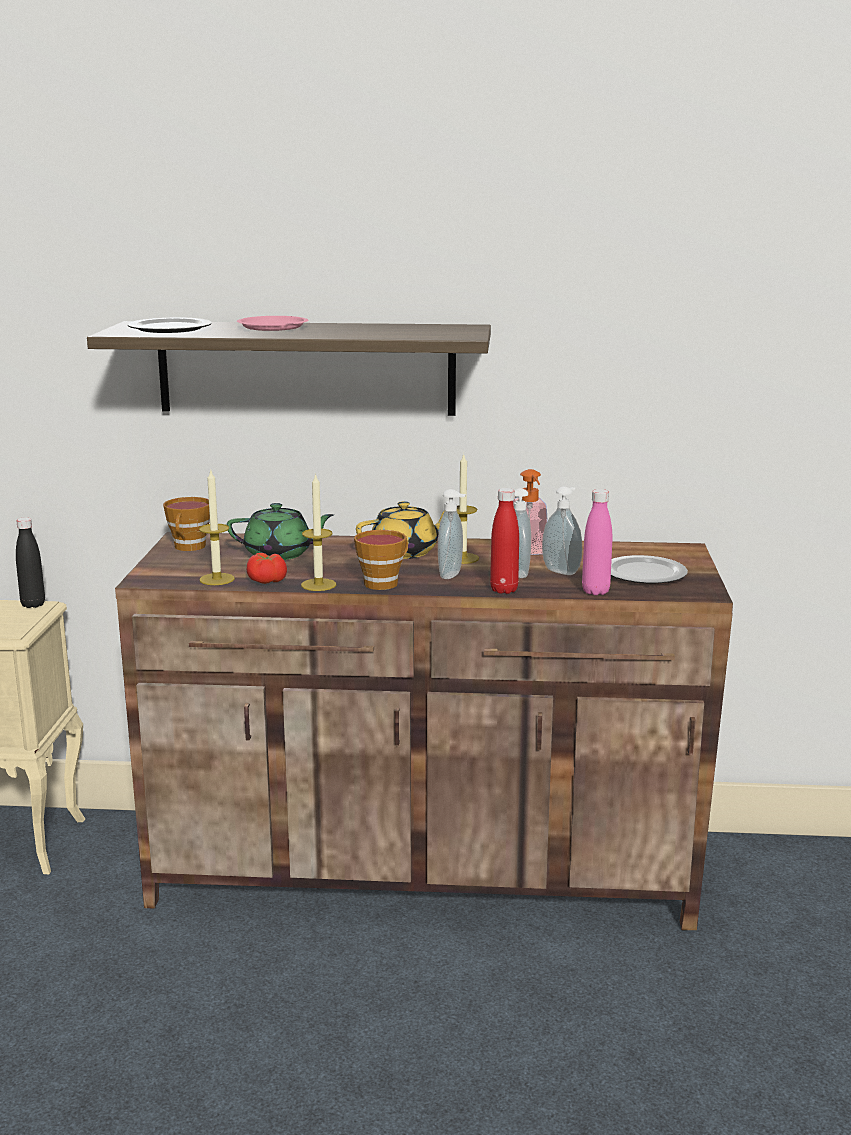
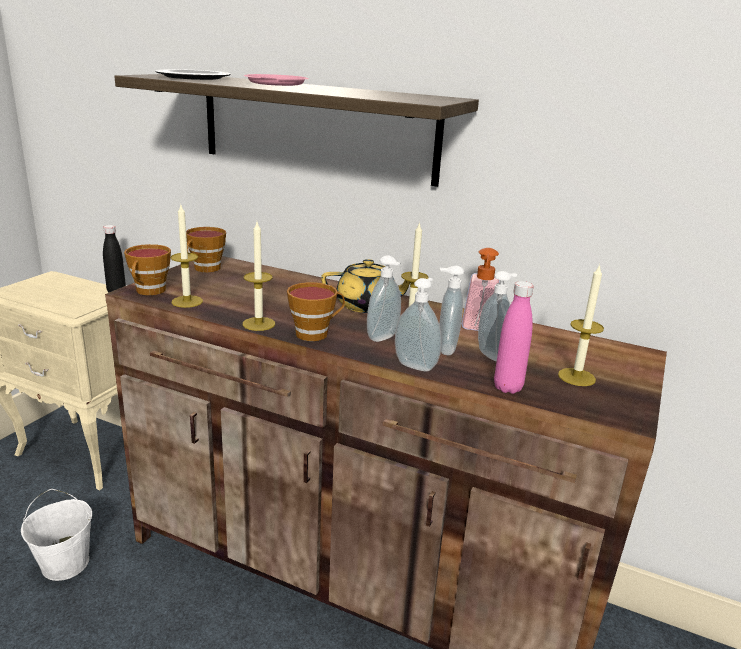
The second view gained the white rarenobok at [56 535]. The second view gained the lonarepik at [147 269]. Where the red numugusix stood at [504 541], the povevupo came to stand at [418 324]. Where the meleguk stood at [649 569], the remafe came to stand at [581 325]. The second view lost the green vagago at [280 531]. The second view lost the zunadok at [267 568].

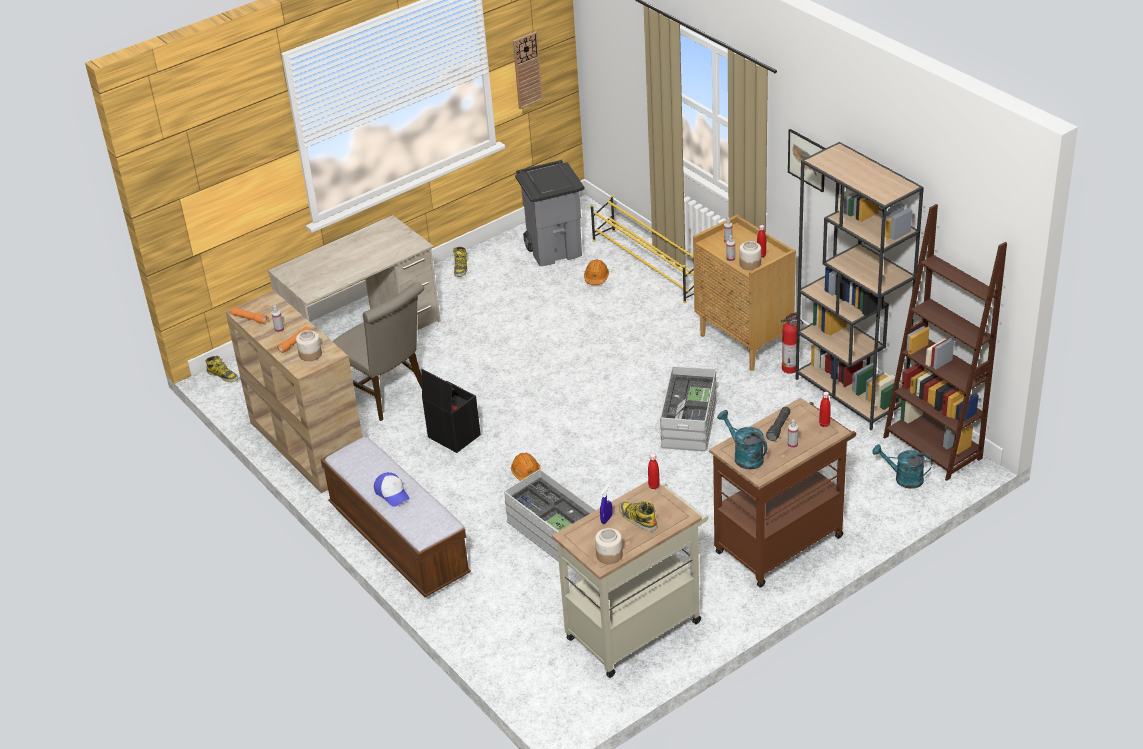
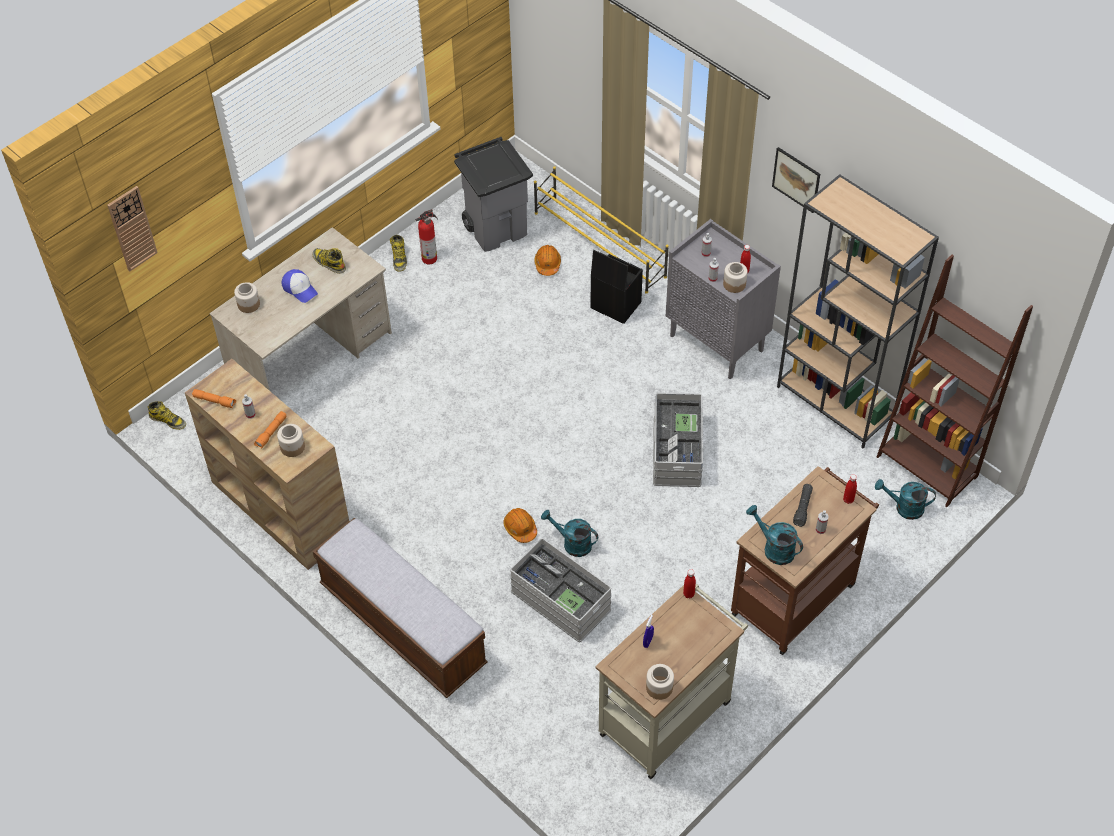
The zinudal ended up elsewhere, having gone from [528 70] to [132 228]. The second view gained the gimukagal at [247 297]. The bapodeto ended up elsewhere, having gone from [392 489] to [300 286]. The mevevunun ended up elsewhere, having gone from [638 516] to [329 261]. The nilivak ended up elsewhere, having gone from [792 343] to [426 236]. The second view gained the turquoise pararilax at [569 533]. The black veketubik ended up elsewhere, having gone from [451 411] to [617 287]. What was the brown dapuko at [744 293] turned into the grey dapuko at [723 299]. The second view lost the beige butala at [378 351].

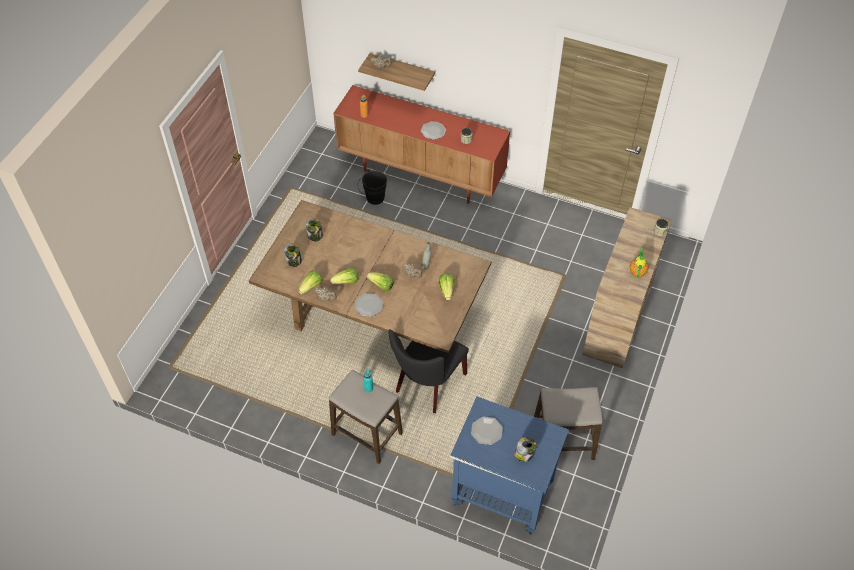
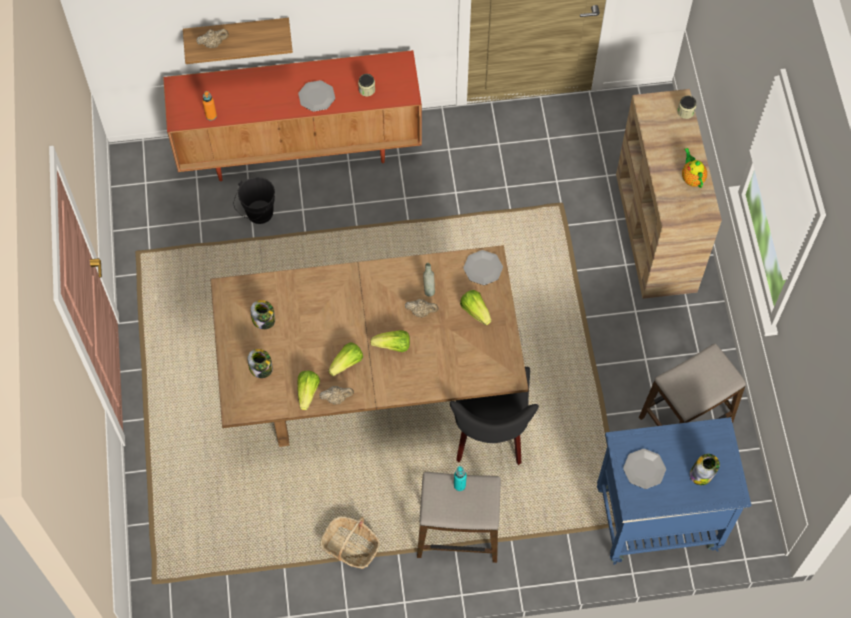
The second view gained the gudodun at [350 542]. The meleguk ended up elsewhere, having gone from [369 305] to [483 267].

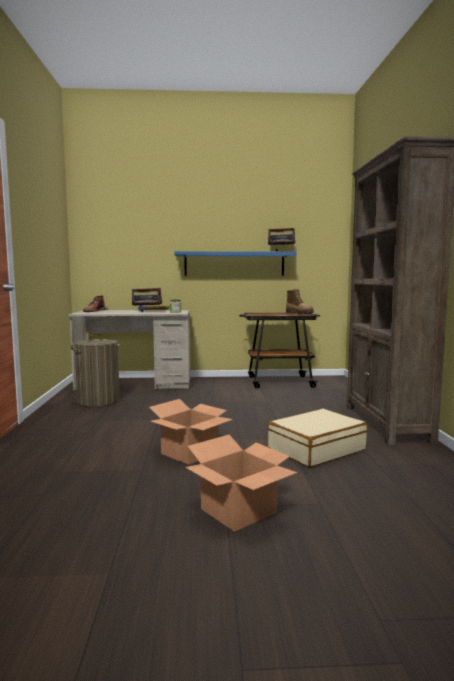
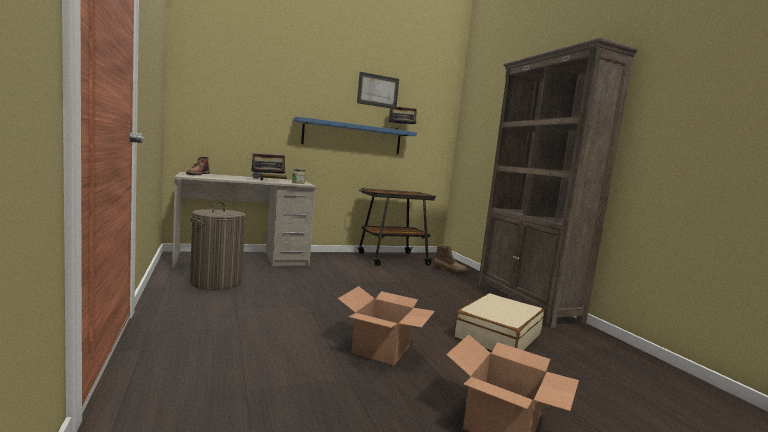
The second view gained the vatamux at [378 90]. The mevevunun ended up elsewhere, having gone from [300 301] to [451 260].

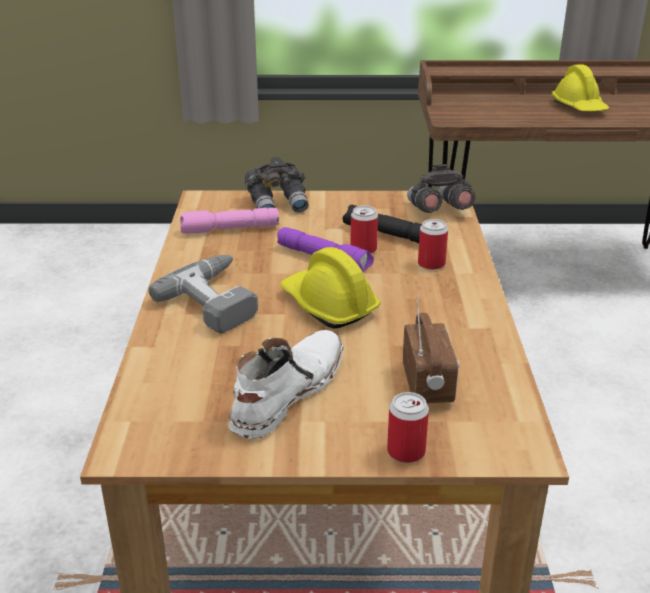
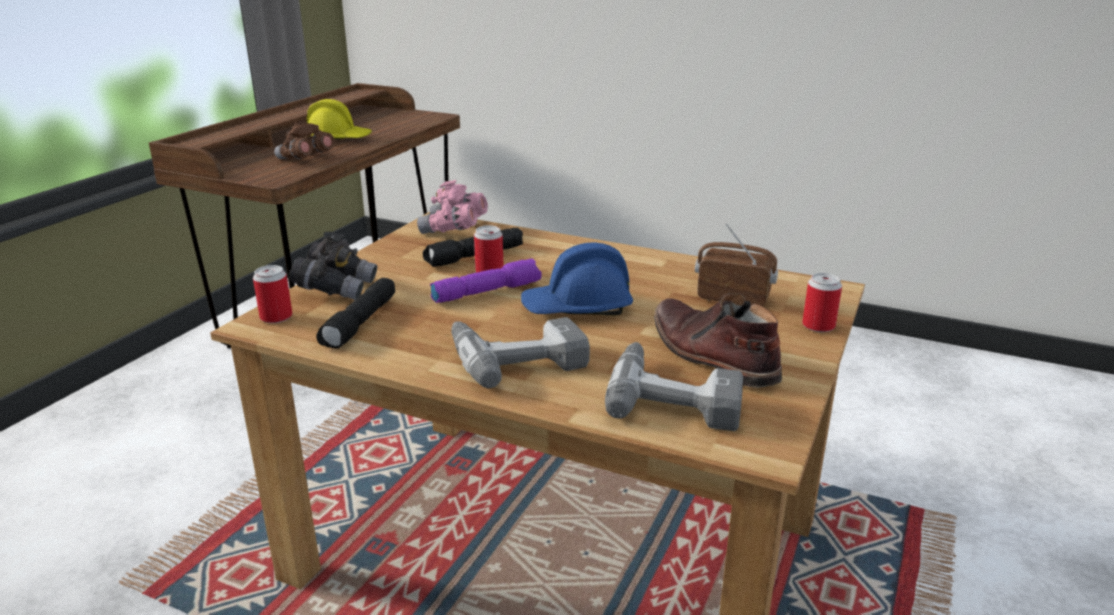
The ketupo ended up elsewhere, having gone from [433 244] to [272 294]. The second view gained the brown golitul at [304 139]. What was the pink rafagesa at [229 220] turned into the black rafagesa at [355 313]. What was the grey golitul at [441 188] turned into the pink golitul at [452 207]. What was the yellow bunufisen at [330 288] turned into the blue bunufisen at [577 279]. The second view gained the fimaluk at [674 386]. What was the white mevevunun at [285 384] turned into the brown mevevunun at [718 340].

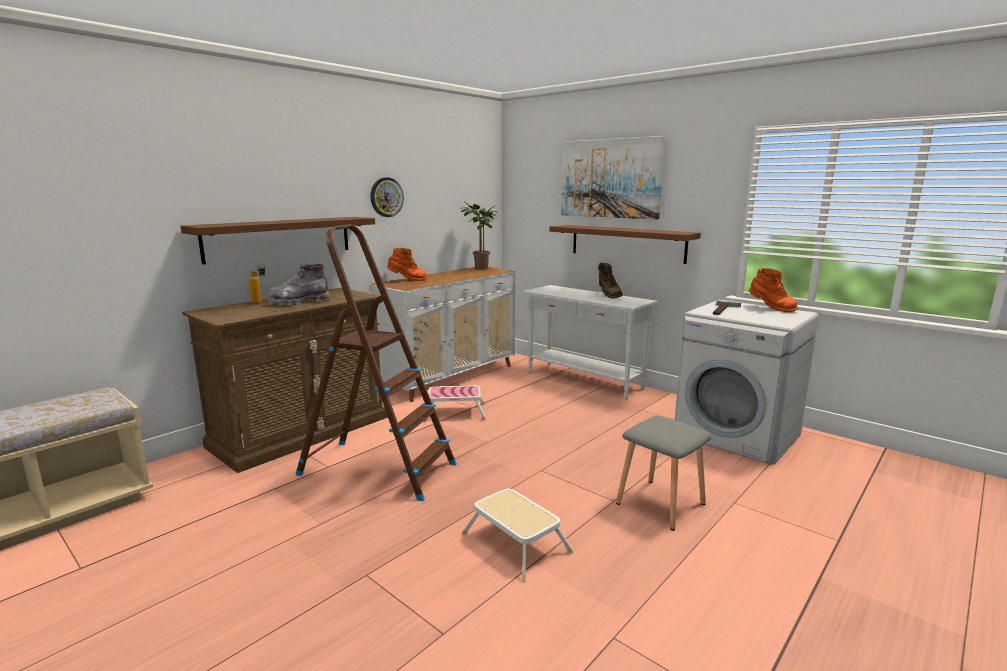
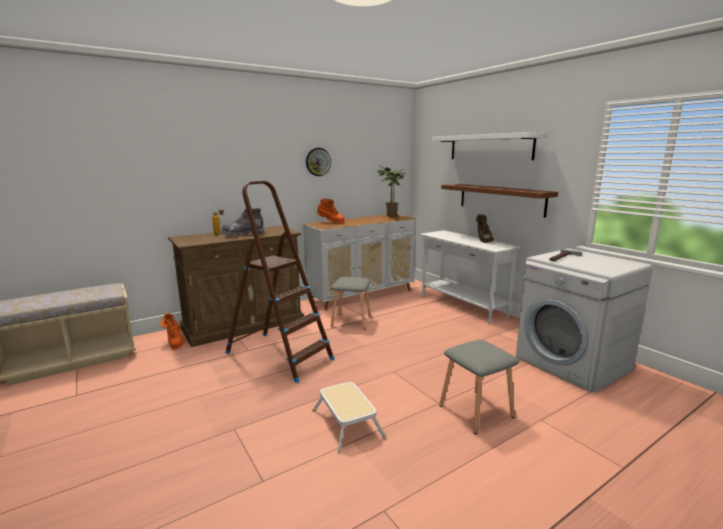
The orange mevevunun ended up elsewhere, having gone from [773 290] to [172 331]. Where the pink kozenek stood at [455 404], the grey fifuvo came to stand at [351 303]. Where the vatamux hung at [613 177], the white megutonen came to hang at [489 146]. The second view lost the brown megutonen at [278 240].

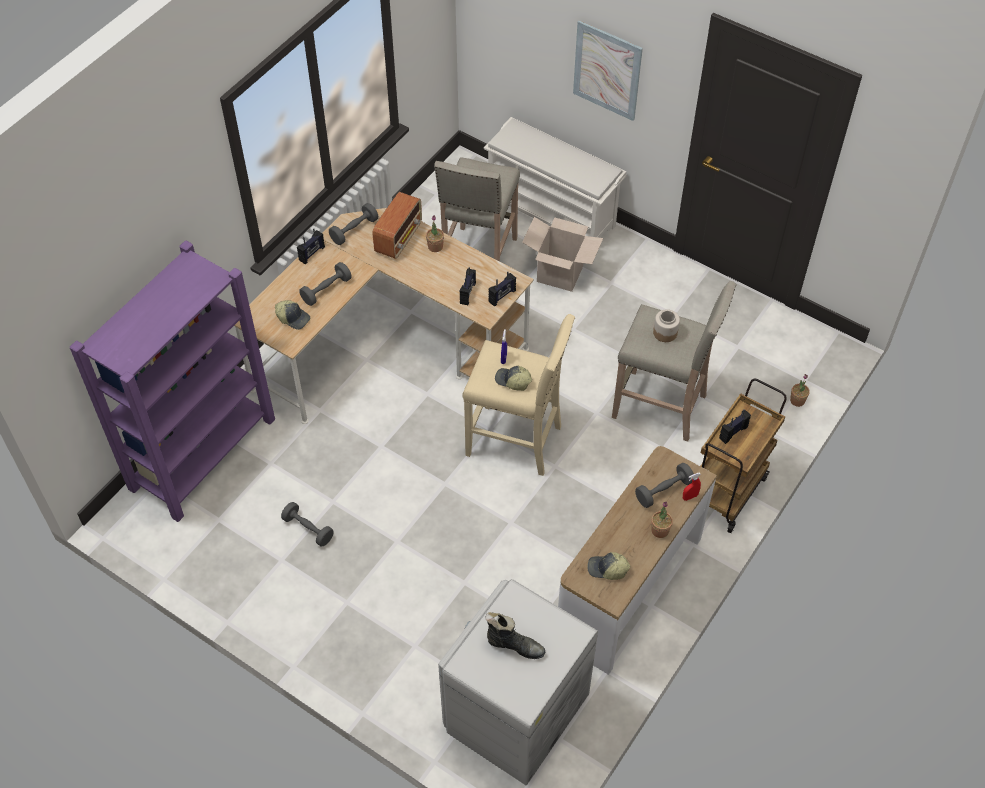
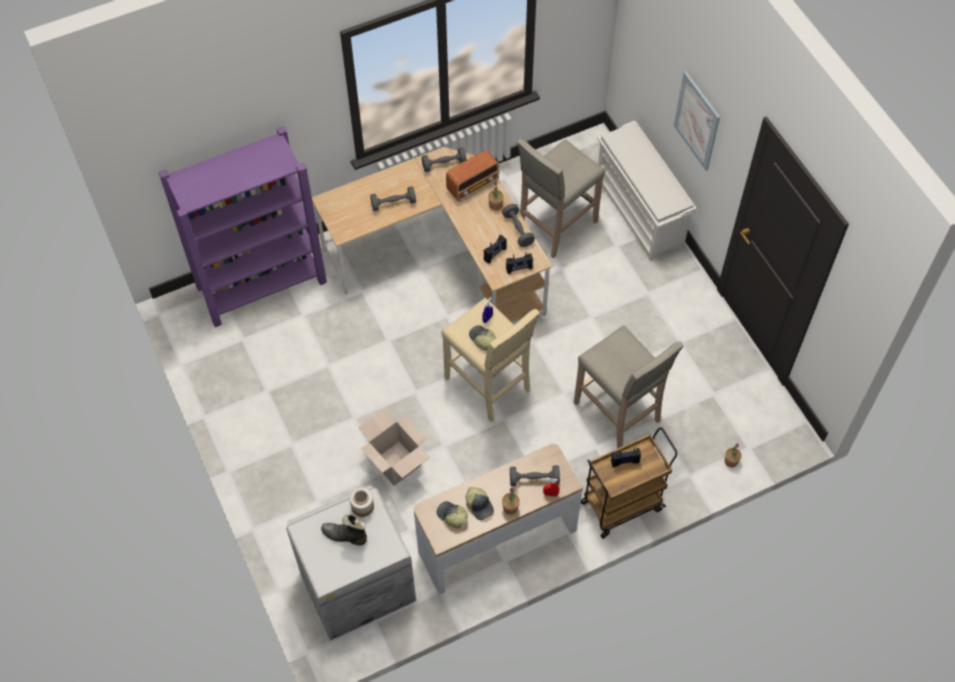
The black mevevunun at [515 635] ended up facing another way, 150 degrees clockwise from before. The gimukagal ended up elsewhere, having gone from [666 325] to [362 502]. The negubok ended up elsewhere, having gone from [562 254] to [394 447]. The bapodeto ended up elsewhere, having gone from [292 315] to [480 503]. The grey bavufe ended up elsewhere, having gone from [307 524] to [518 225]. The second view lost the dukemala at [311 246].

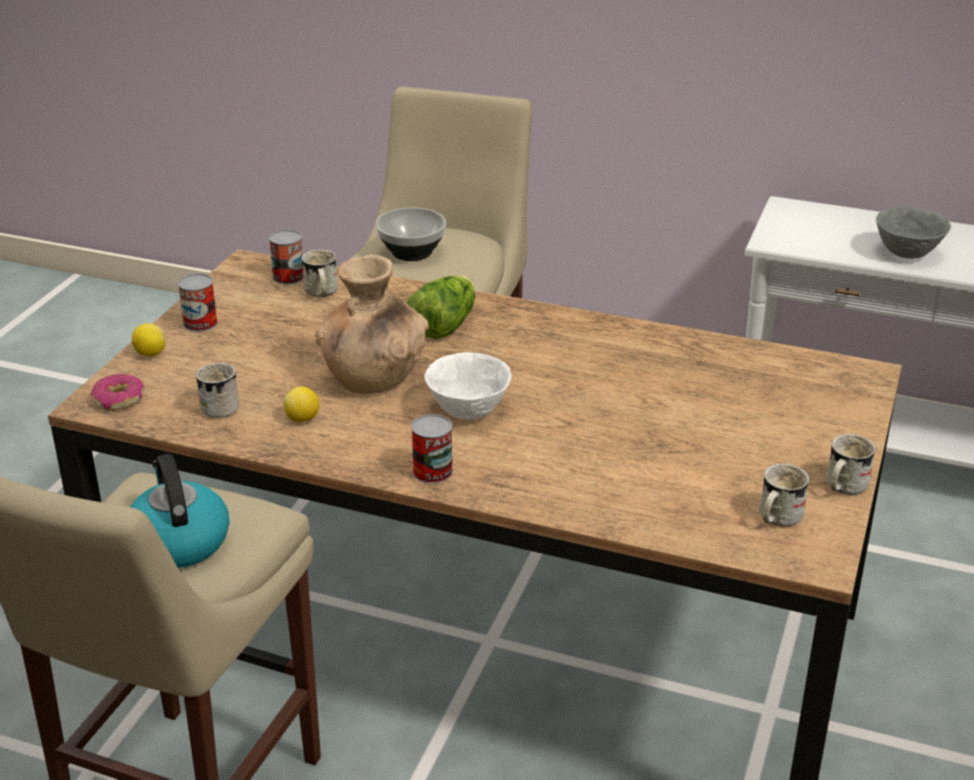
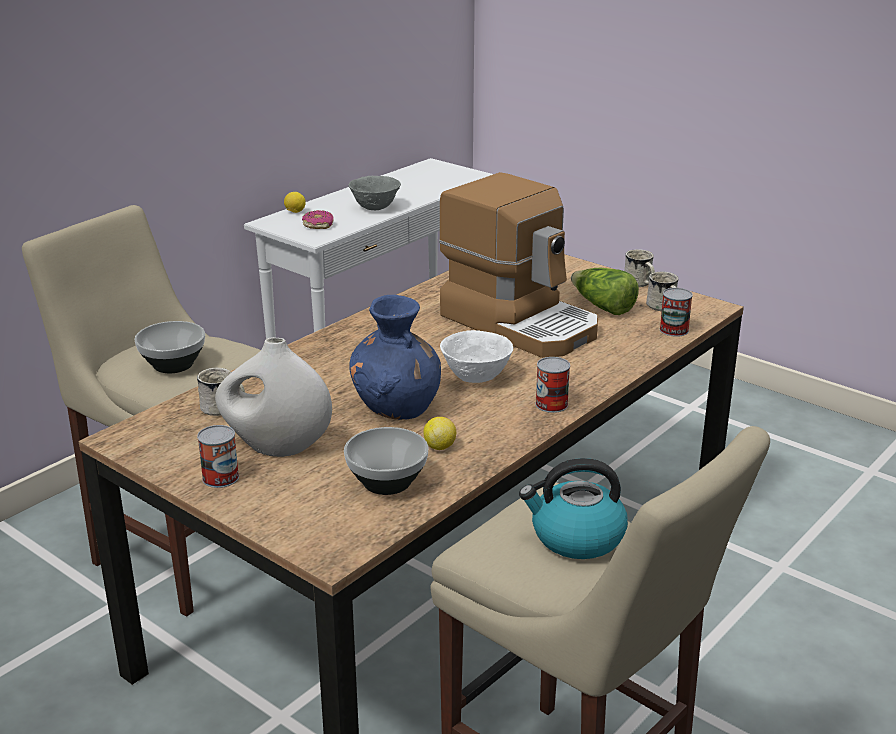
The second view gained the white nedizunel at [273 397]. The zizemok ended up elsewhere, having gone from [149 339] to [294 202]. The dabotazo ended up elsewhere, having gone from [118 392] to [318 219]. Where the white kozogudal stood at [217 390], the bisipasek came to stand at [386 461]. What was the brown nedizunel at [372 324] turned into the blue nedizunel at [395 357]. The second view gained the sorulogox at [518 265]. The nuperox ended up elsewhere, having gone from [441 307] to [605 291]. The ketupo ended up elsewhere, having gone from [286 257] to [676 312].

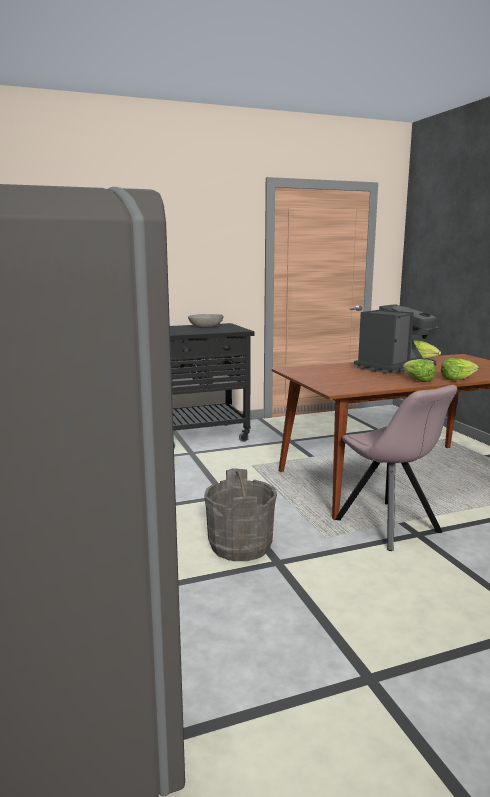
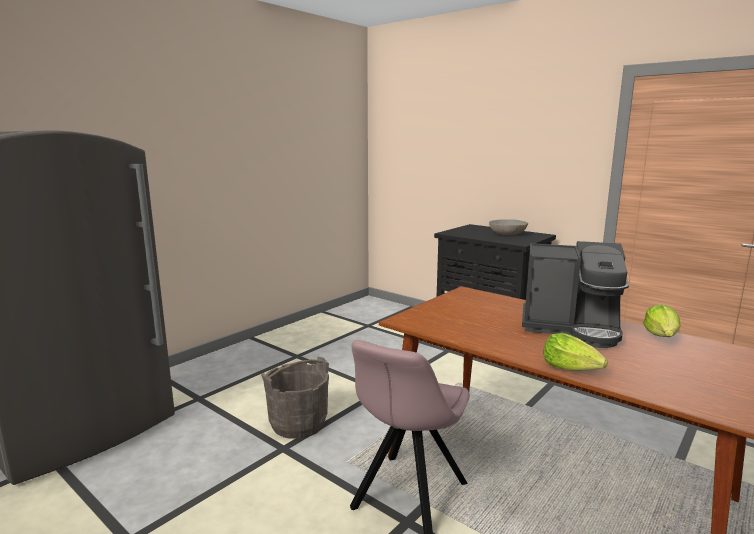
The second view lost the nuperox at [419 370].

